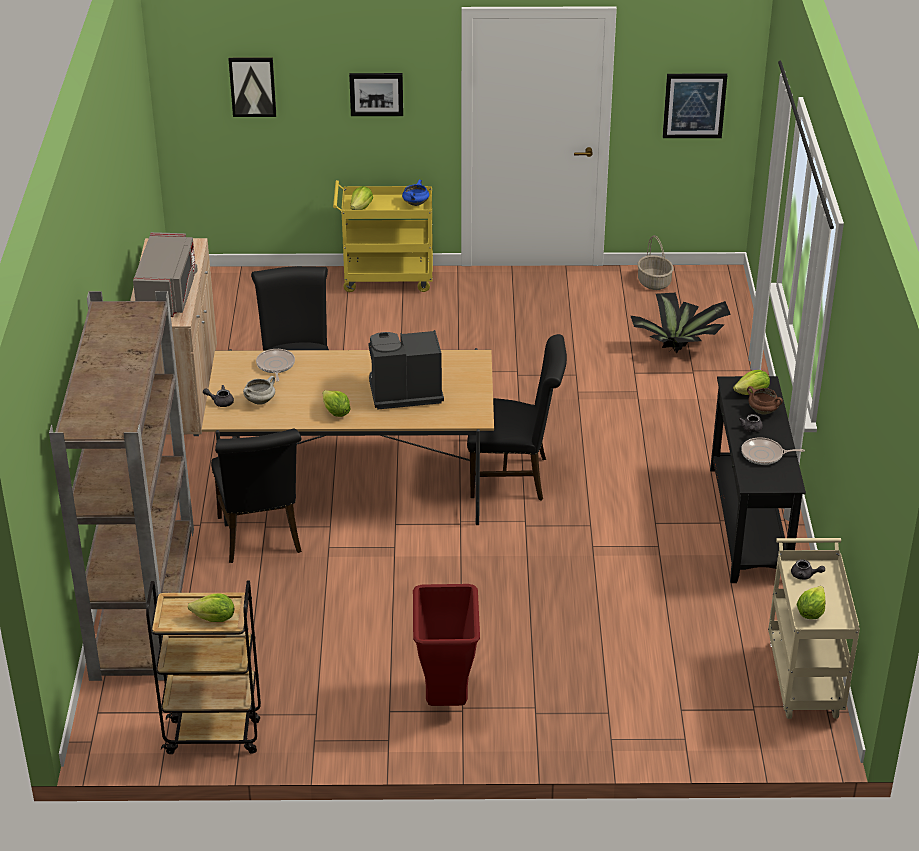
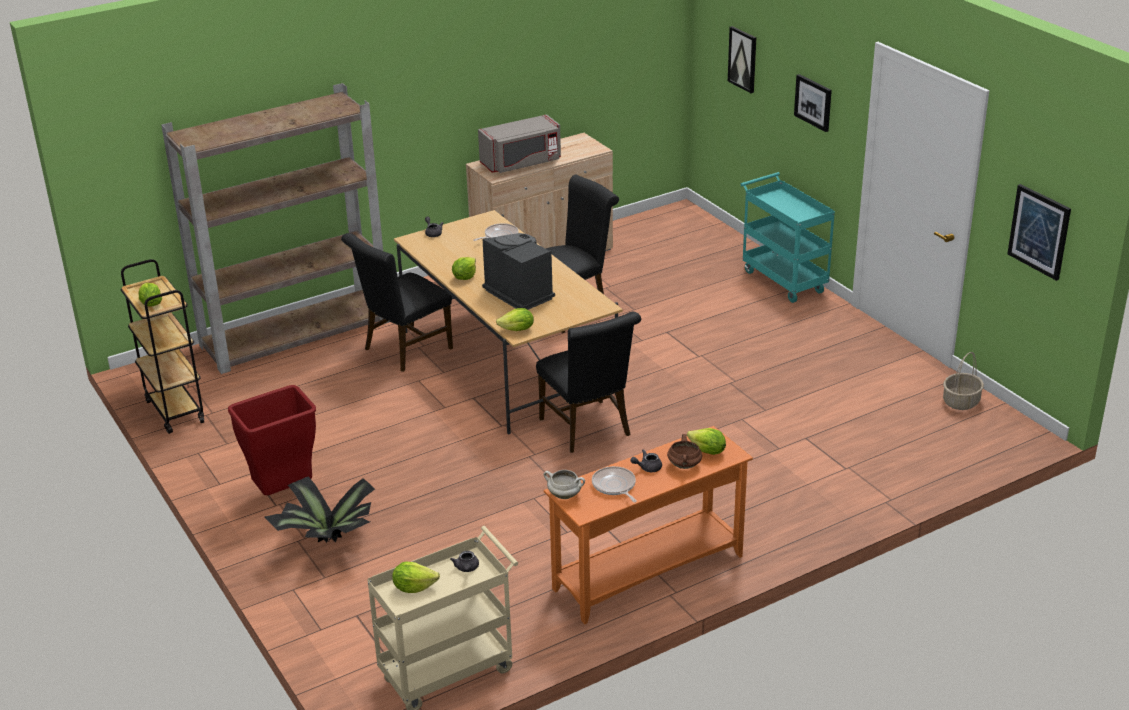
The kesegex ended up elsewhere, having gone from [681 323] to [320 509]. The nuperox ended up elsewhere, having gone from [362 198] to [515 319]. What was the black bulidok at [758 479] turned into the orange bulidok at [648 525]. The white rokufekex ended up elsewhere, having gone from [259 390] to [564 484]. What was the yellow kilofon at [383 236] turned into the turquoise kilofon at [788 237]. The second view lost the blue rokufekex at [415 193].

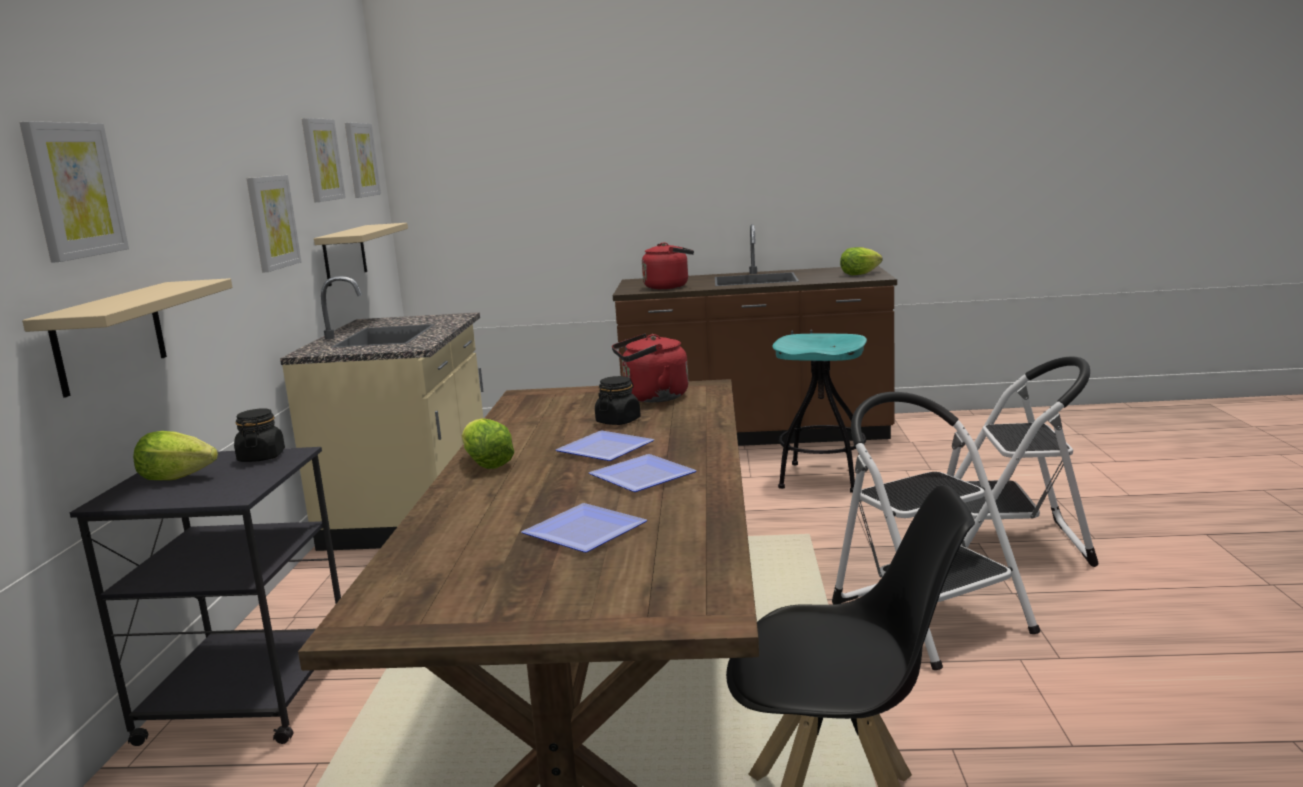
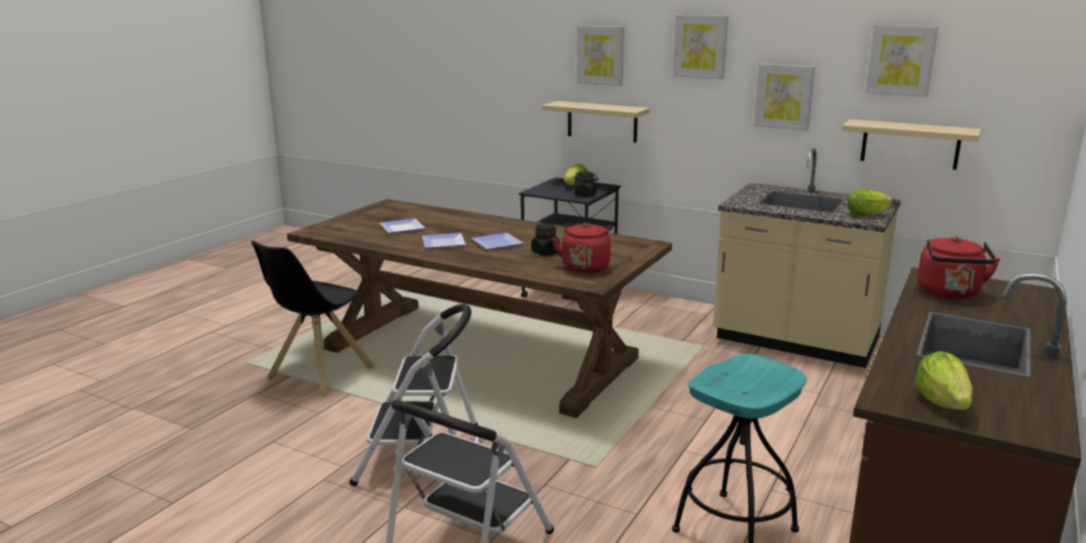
The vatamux ended up elsewhere, having gone from [363 160] to [700 47]. The nuperox ended up elsewhere, having gone from [488 443] to [870 202].

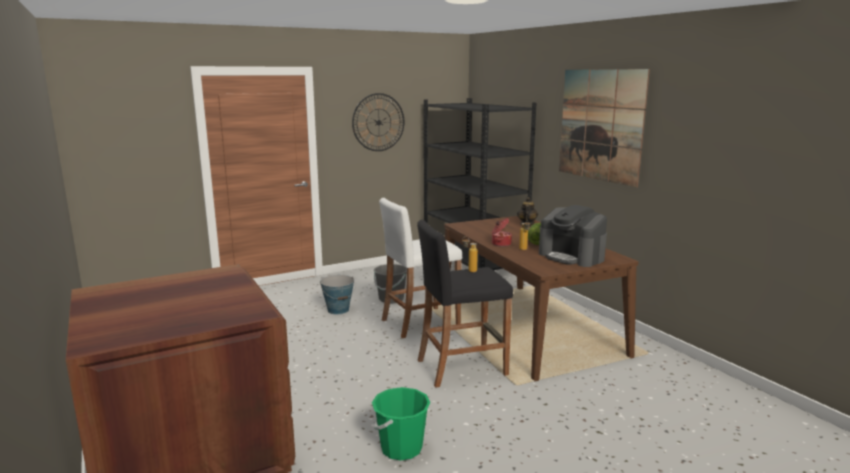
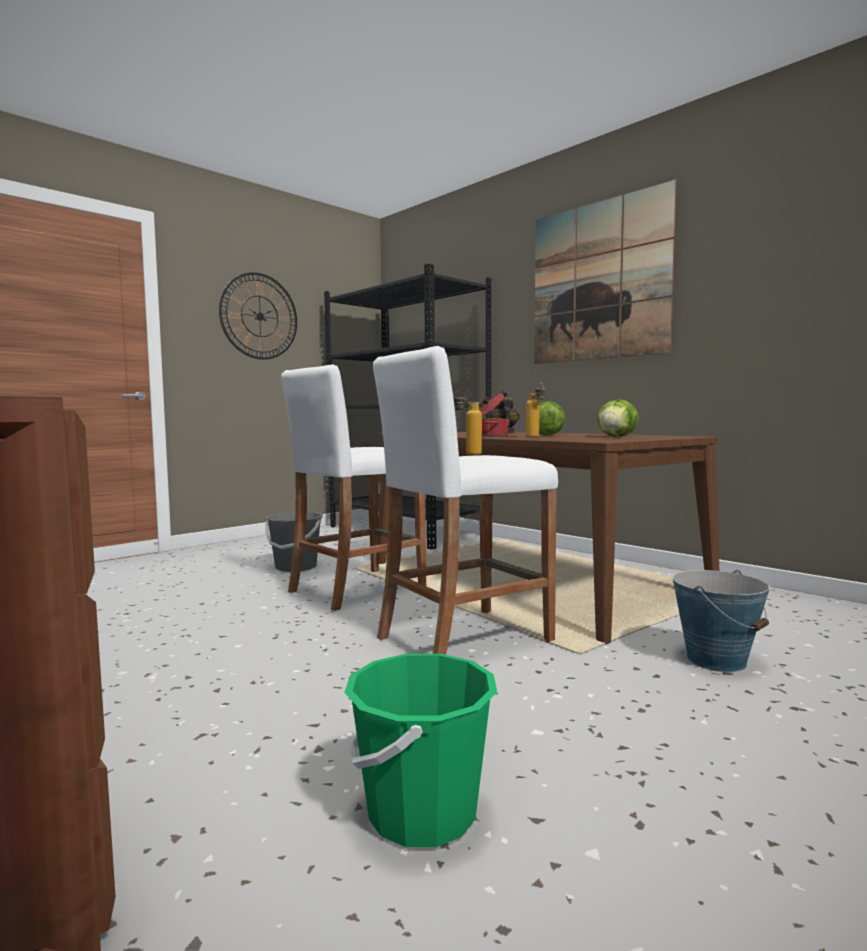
What was the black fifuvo at [465 304] turned into the white fifuvo at [465 500]. Where the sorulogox stood at [573 236], the nuperox came to stand at [618 418]. The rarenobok ended up elsewhere, having gone from [338 294] to [721 621].

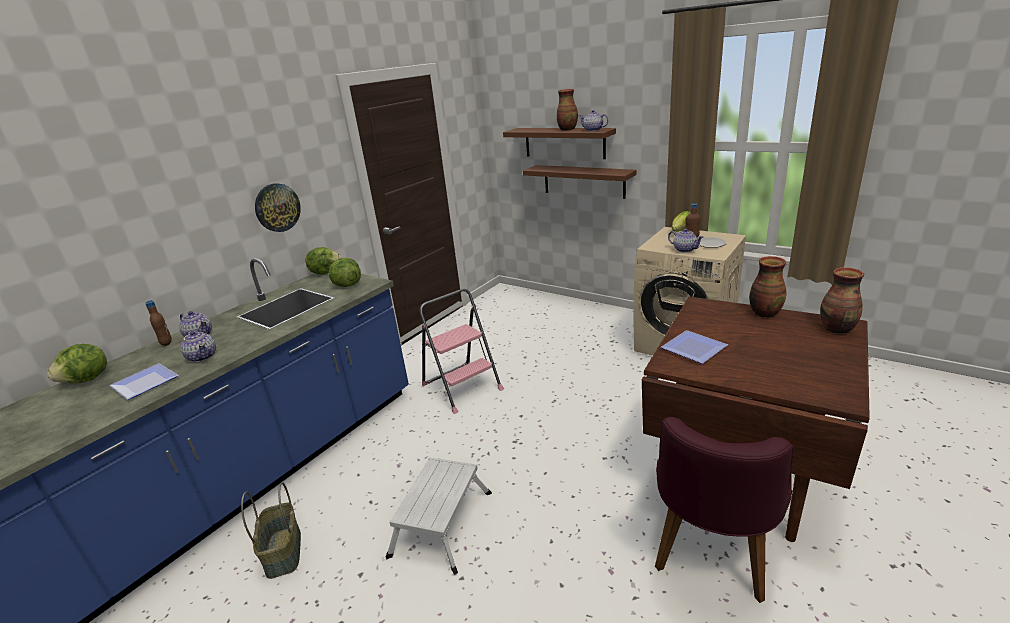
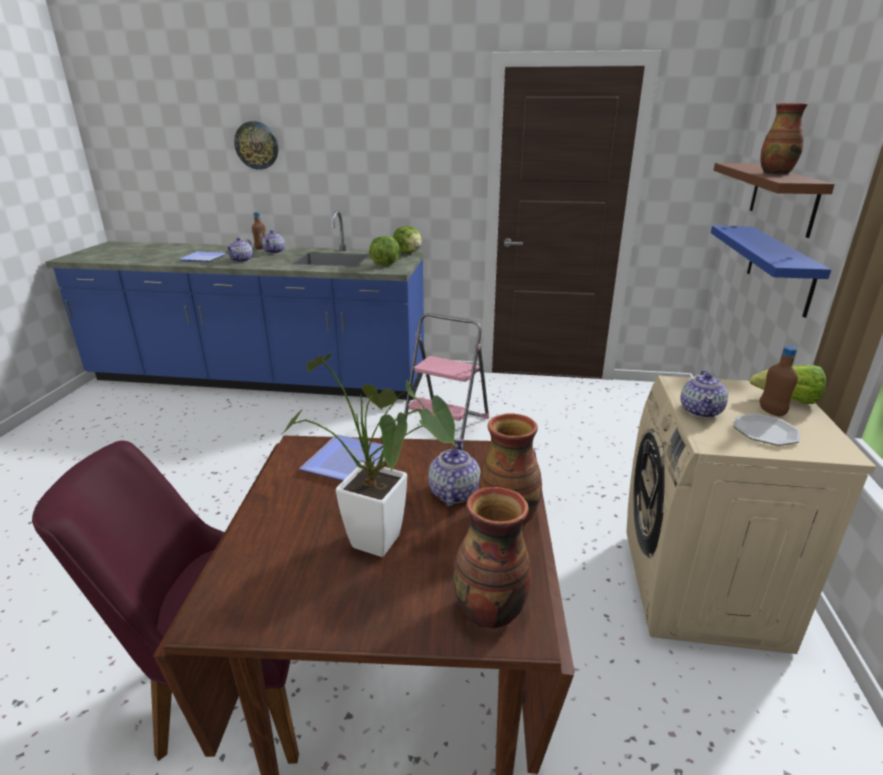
The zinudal ended up elsewhere, having gone from [278 207] to [256 145]. The second view gained the kesegex at [368 455]. The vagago ended up elsewhere, having gone from [593 120] to [454 472]. What was the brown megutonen at [579 182] turned into the blue megutonen at [771 272]. The second view lost the nuperox at [77 364]. The second view lost the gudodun at [271 530]. The second view lost the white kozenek at [439 516].

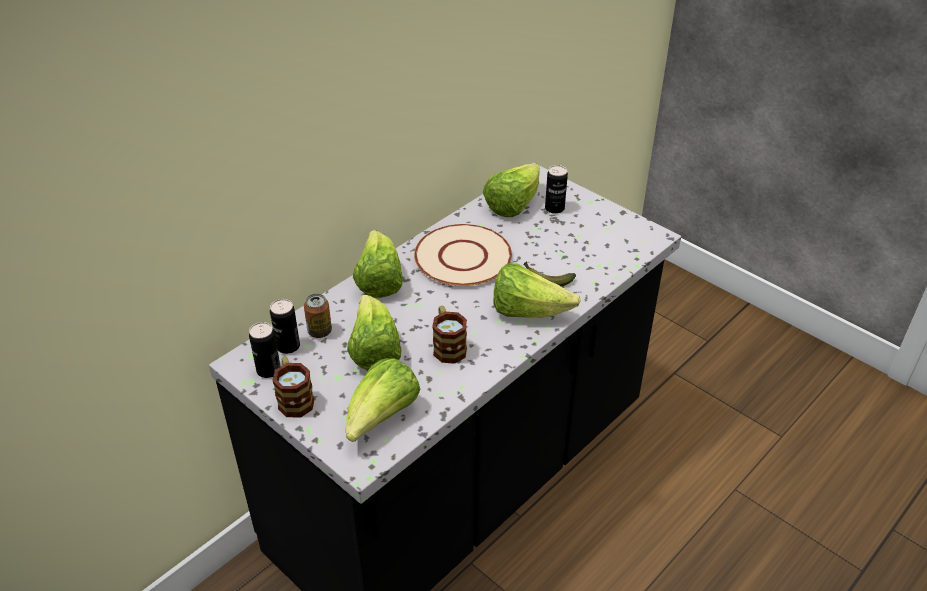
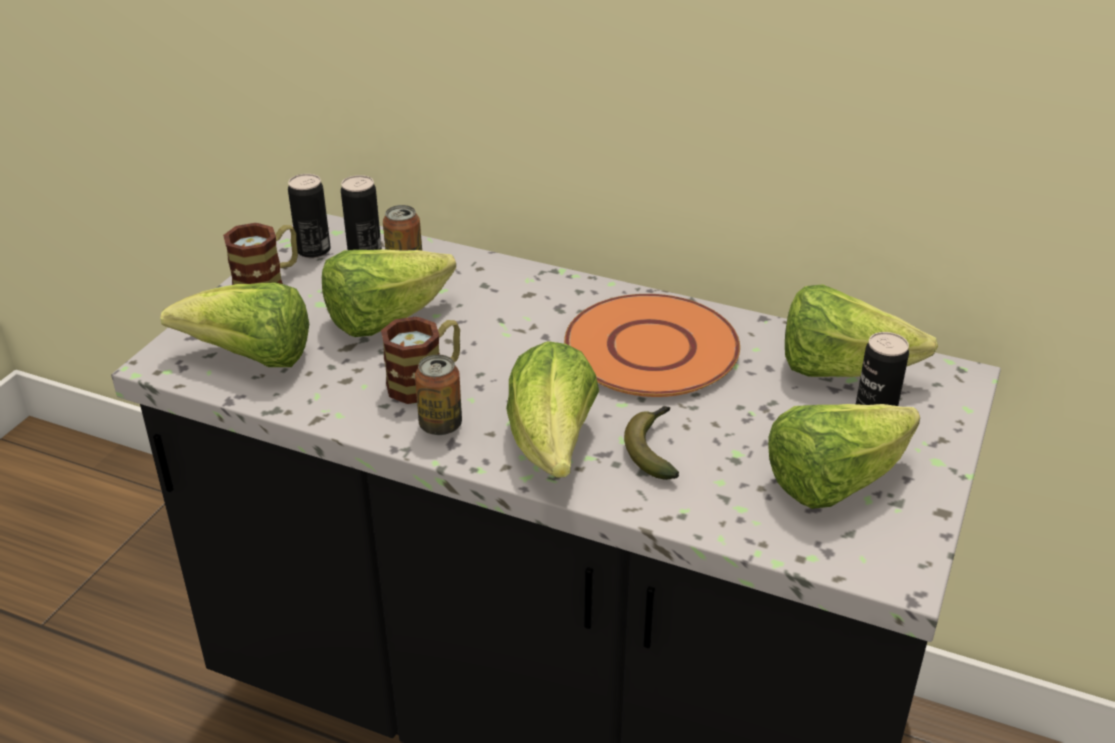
The second view gained the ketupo at [438 395]. What was the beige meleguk at [463 255] turned into the orange meleguk at [652 345]. The nuperox ended up elsewhere, having gone from [378 264] to [844 456].

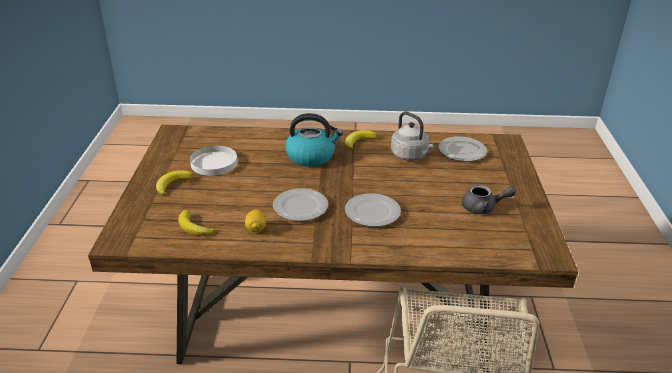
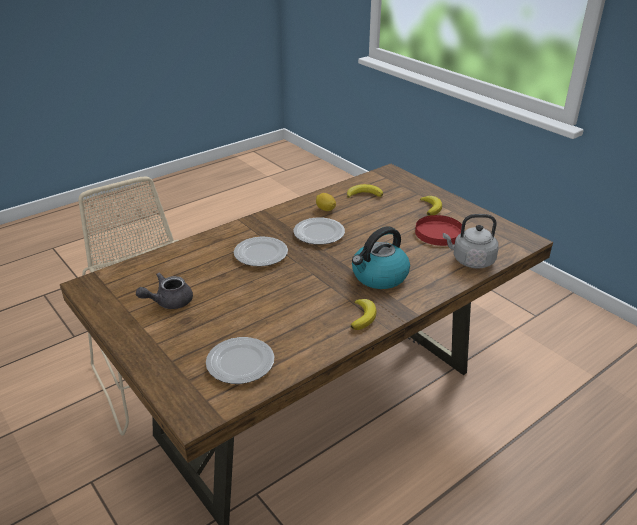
What was the white meleguk at [213 161] turned into the red meleguk at [438 230]. The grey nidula ended up elsewhere, having gone from [412 136] to [471 241].

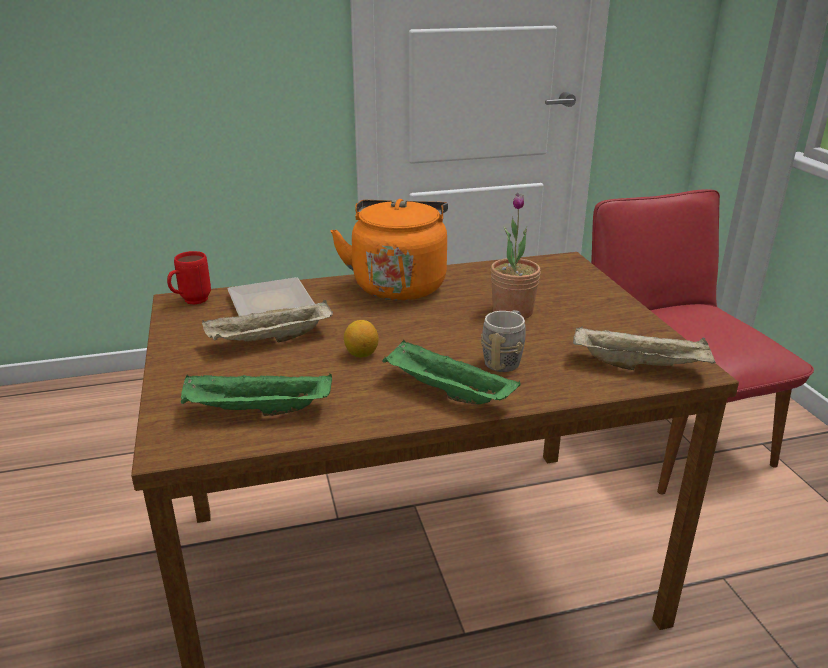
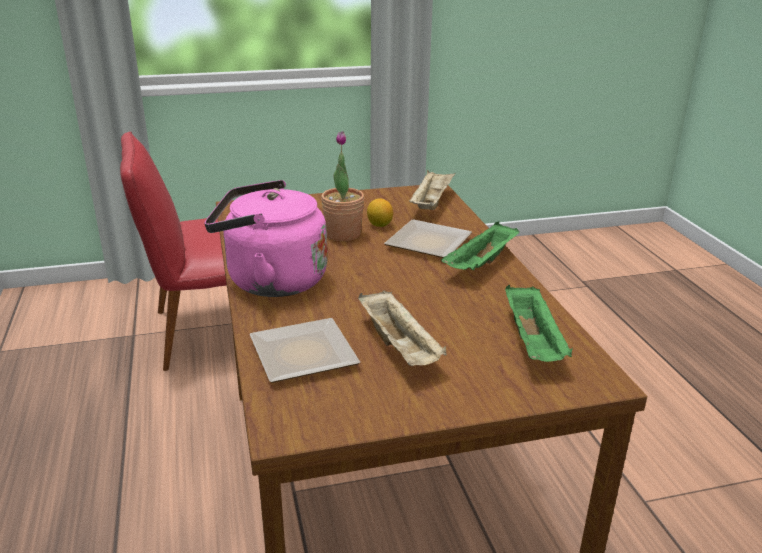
What was the orange nidula at [389 250] turned into the pink nidula at [265 238]. The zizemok ended up elsewhere, having gone from [361 339] to [380 213]. Where the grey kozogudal stood at [503 341], the meleguk came to stand at [428 238]. The second view lost the red kozogudal at [189 278].

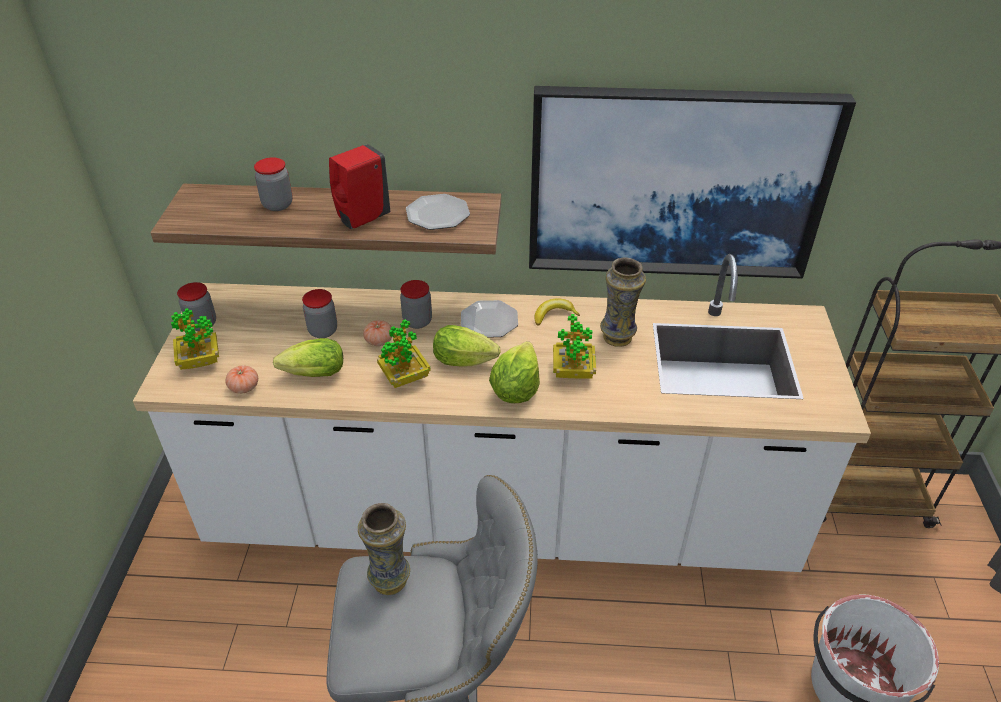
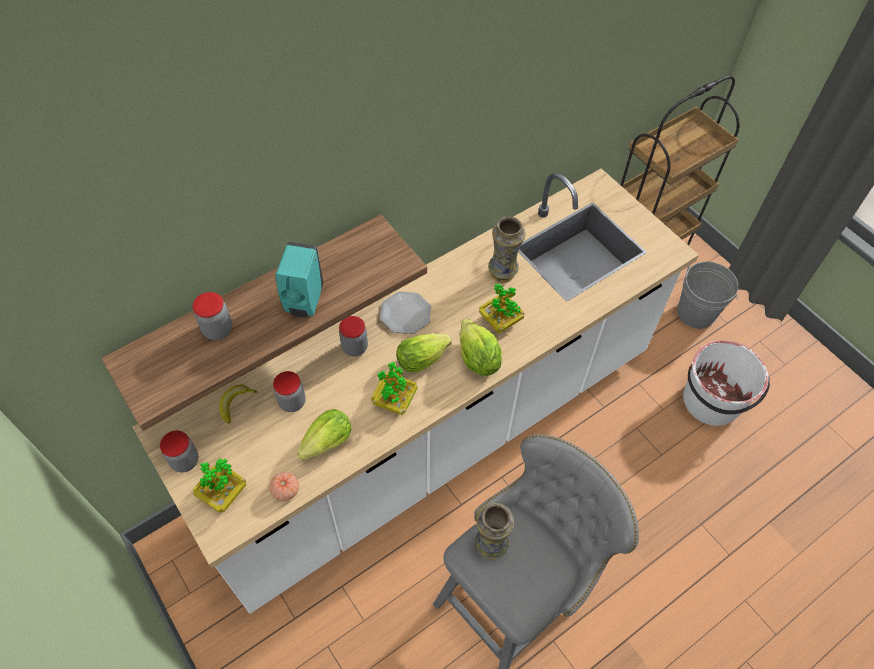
The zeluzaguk ended up elsewhere, having gone from [557 312] to [238 403]. What was the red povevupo at [359 186] turned into the turquoise povevupo at [299 280]. The second view gained the grey rarenobok at [707 295]. The second view lost the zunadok at [378 333]. The second view lost the meleguk at [438 212]. The second view lost the vatamux at [692 182].

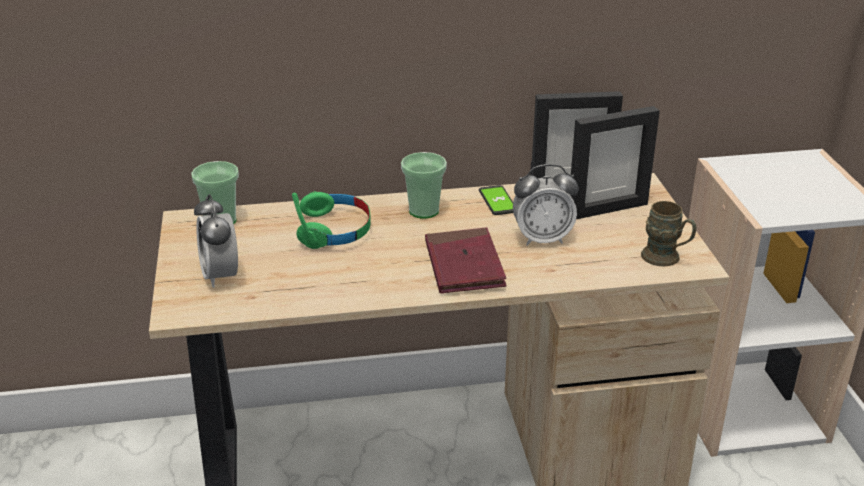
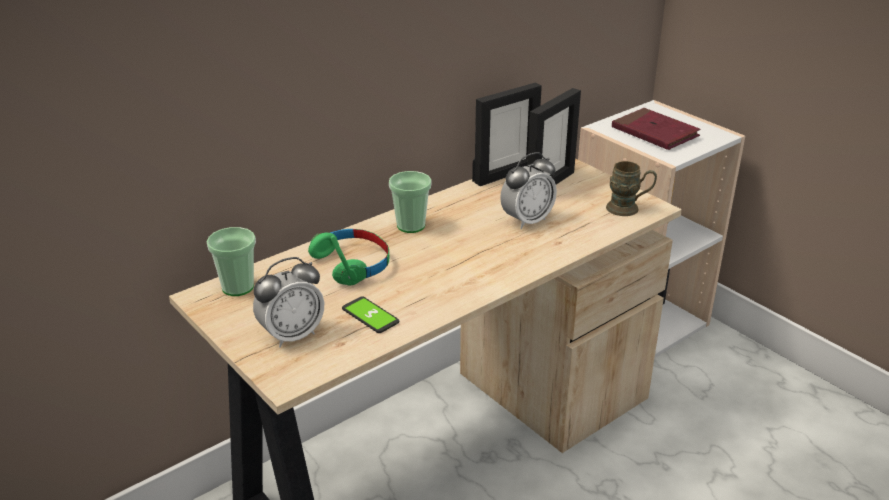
The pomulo at [216 241] ended up facing another way, 75 degrees counterclockwise from before. The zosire ended up elsewhere, having gone from [496 200] to [371 315]. The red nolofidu ended up elsewhere, having gone from [466 260] to [656 129].

